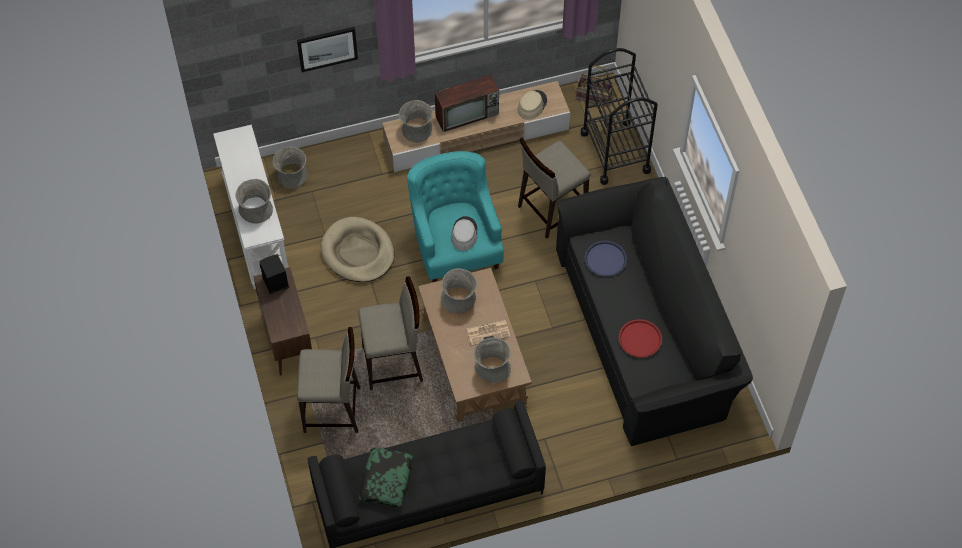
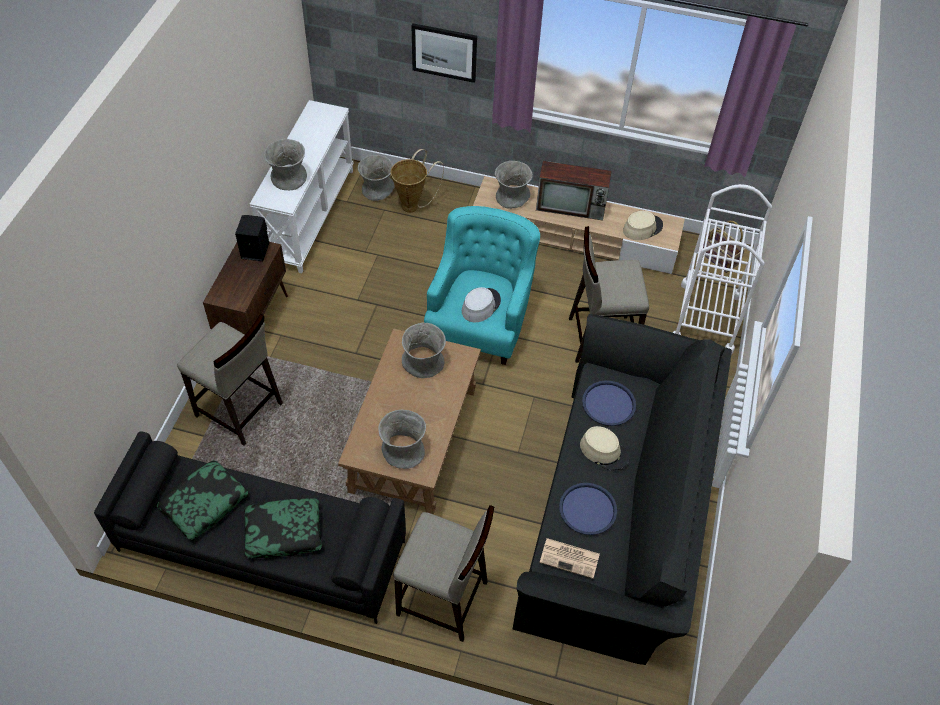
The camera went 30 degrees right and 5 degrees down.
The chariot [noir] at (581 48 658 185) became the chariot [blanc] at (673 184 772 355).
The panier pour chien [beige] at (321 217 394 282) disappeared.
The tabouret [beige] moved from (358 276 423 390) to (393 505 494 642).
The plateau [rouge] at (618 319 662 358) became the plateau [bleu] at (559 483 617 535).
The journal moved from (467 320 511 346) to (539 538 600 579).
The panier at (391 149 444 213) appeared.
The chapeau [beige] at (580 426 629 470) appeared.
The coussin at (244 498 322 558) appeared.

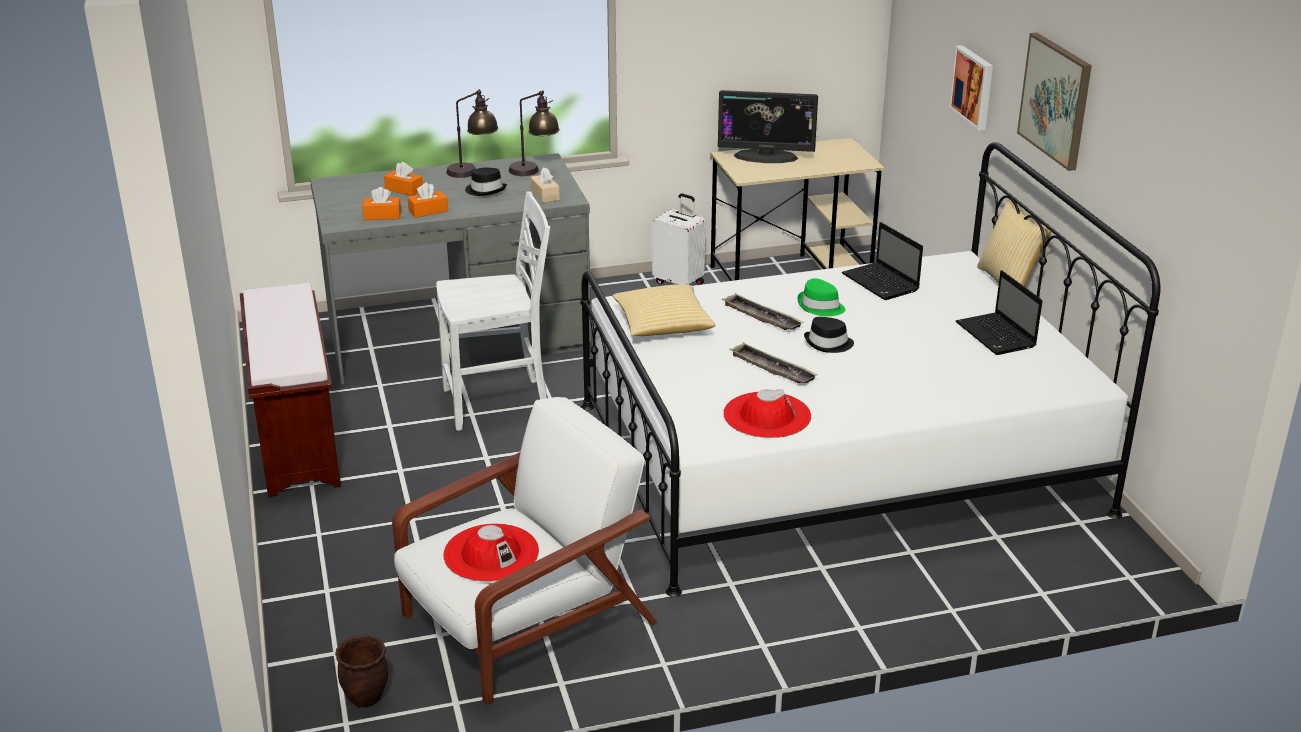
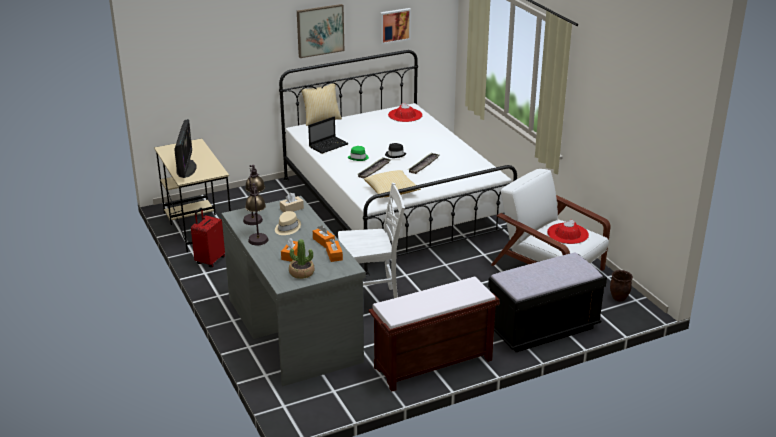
The camera went 100 degrees left and 0 degrees up.
The tableau moved from (949 45 993 131) to (380 8 411 44).
The chapeau [noir] at (465 168 507 196) became the chapeau [beige] at (275 211 301 235).
The chaise [blanc] at (436 192 550 431) turned 105 degrees clockwise.
The valise [blanc] at (652 193 705 285) became the valise [rouge] at (191 208 225 267).
The ordinateur portable at (956 270 1042 355) disappeared.
The chapeau [rouge] moved from (723 389 811 438) to (388 103 423 122).
The plante en pot at (289 239 314 279) appeared.
The banc [noir] at (488 253 607 352) appeared.

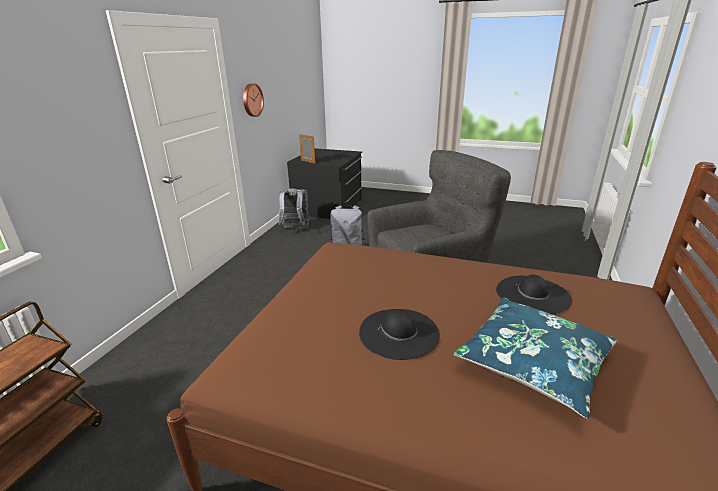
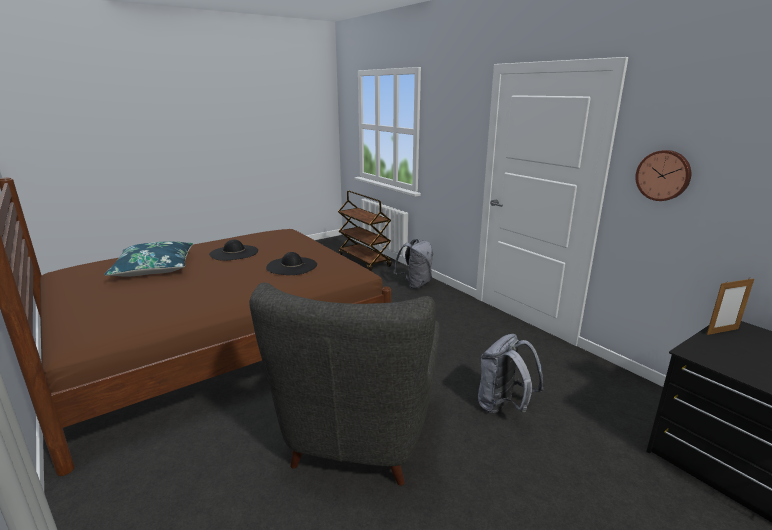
The camera went 125 degrees right and 5 degrees down.
The sac à dos [gris] moved from (279 188 310 229) to (393 239 433 289).
The chapeau [noir] moved from (496 275 572 314) to (266 252 317 275).

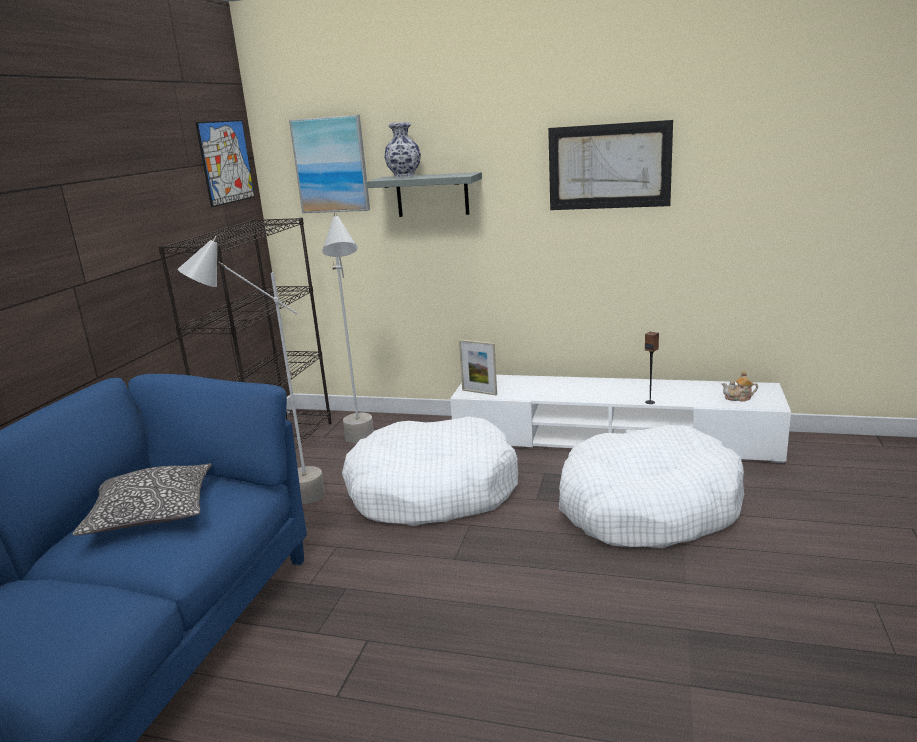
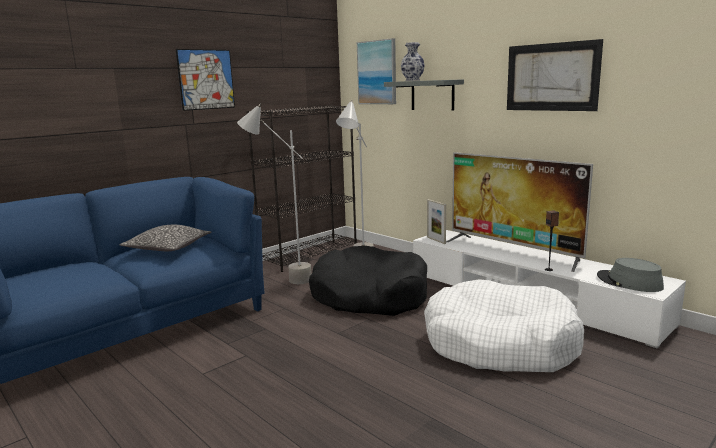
The camera went 30 degrees right and 5 degrees down.
The tableau moved from (195 120 255 207) to (176 49 235 111).
The théière at (722 372 758 402) was replaced by the chapeau [gris] at (597 258 664 292).
The panier pour chien [blanc] at (342 417 518 526) became the panier pour chien [noir] at (309 246 427 316).
The téléviseur at (446 152 593 272) appeared.

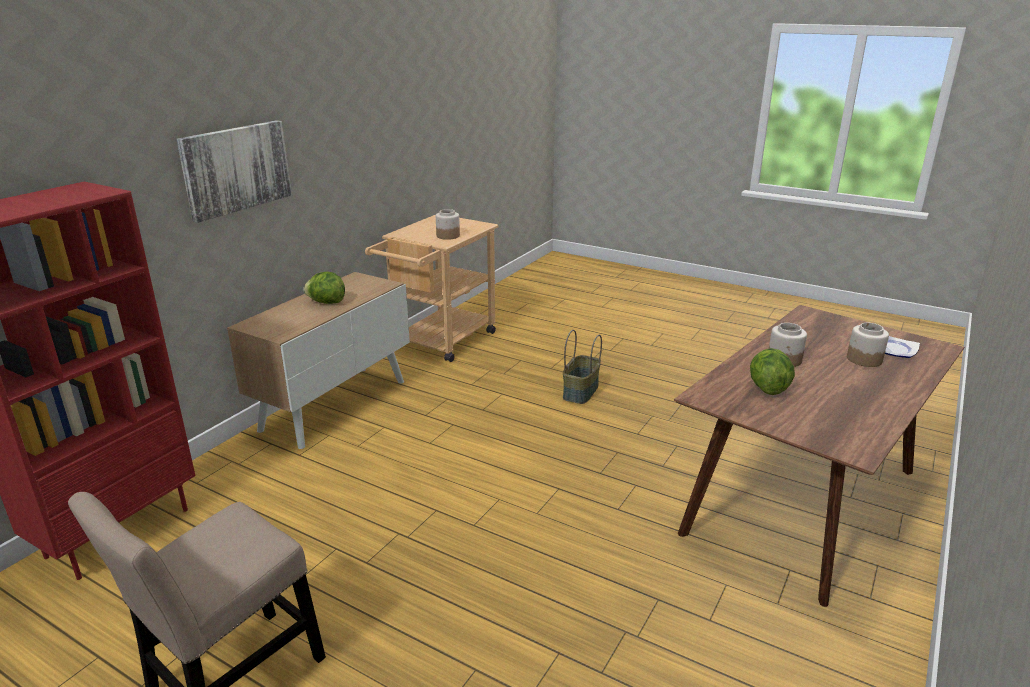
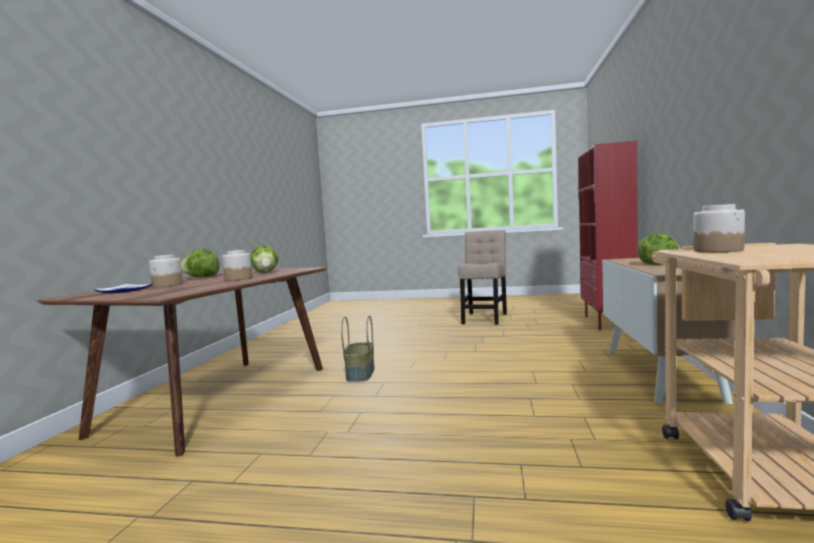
The camera went 160 degrees right and 20 degrees down.
The tableau at (177 120 292 223) disappeared.
The panier moved from (563 330 602 404) to (341 315 374 382).
The laitue at (181 248 219 277) appeared.

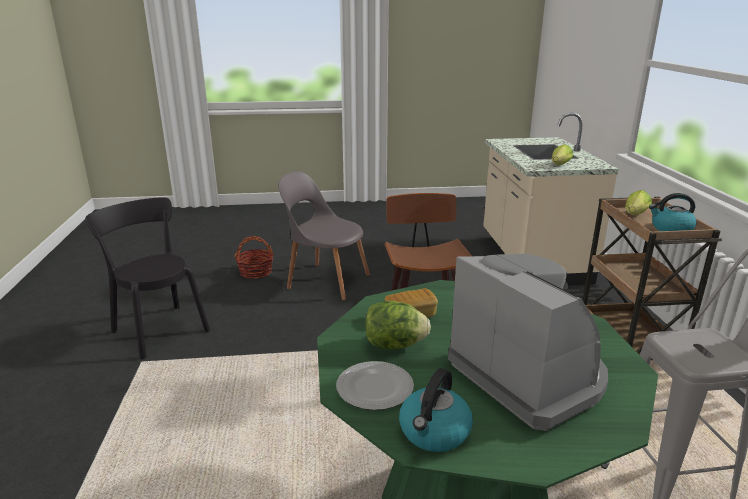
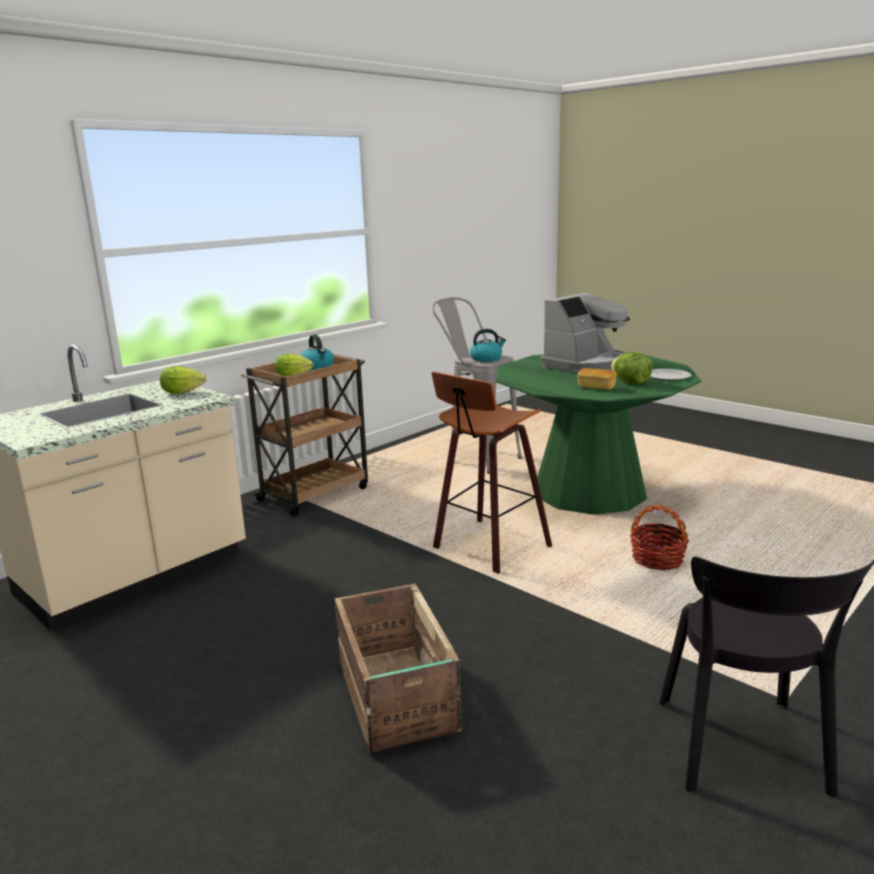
The camera went 130 degrees left and 5 degrees down.
The chaise [gris] at (278 171 370 301) was replaced by the caisse at (335 584 461 754).
The panier moved from (234 236 274 279) to (630 505 689 570).
The machine à café at (448 254 608 431) turned 150 degrees counterclockwise.
The bouilloire moved from (399 368 473 452) to (470 329 506 362).

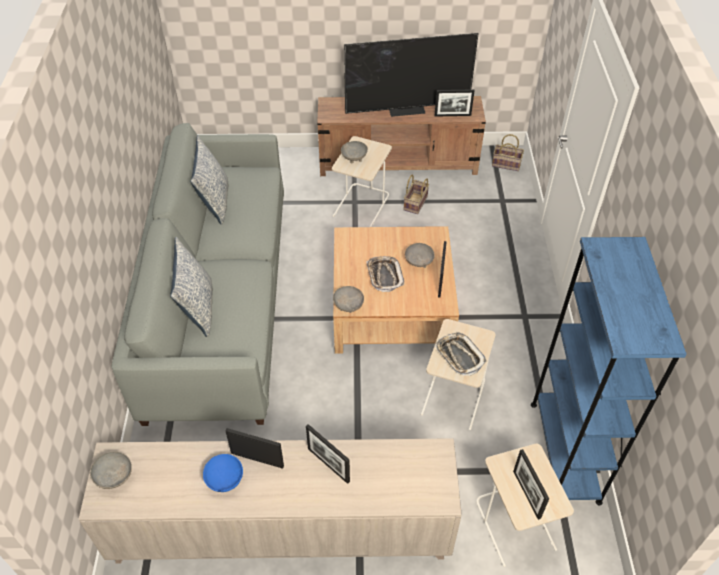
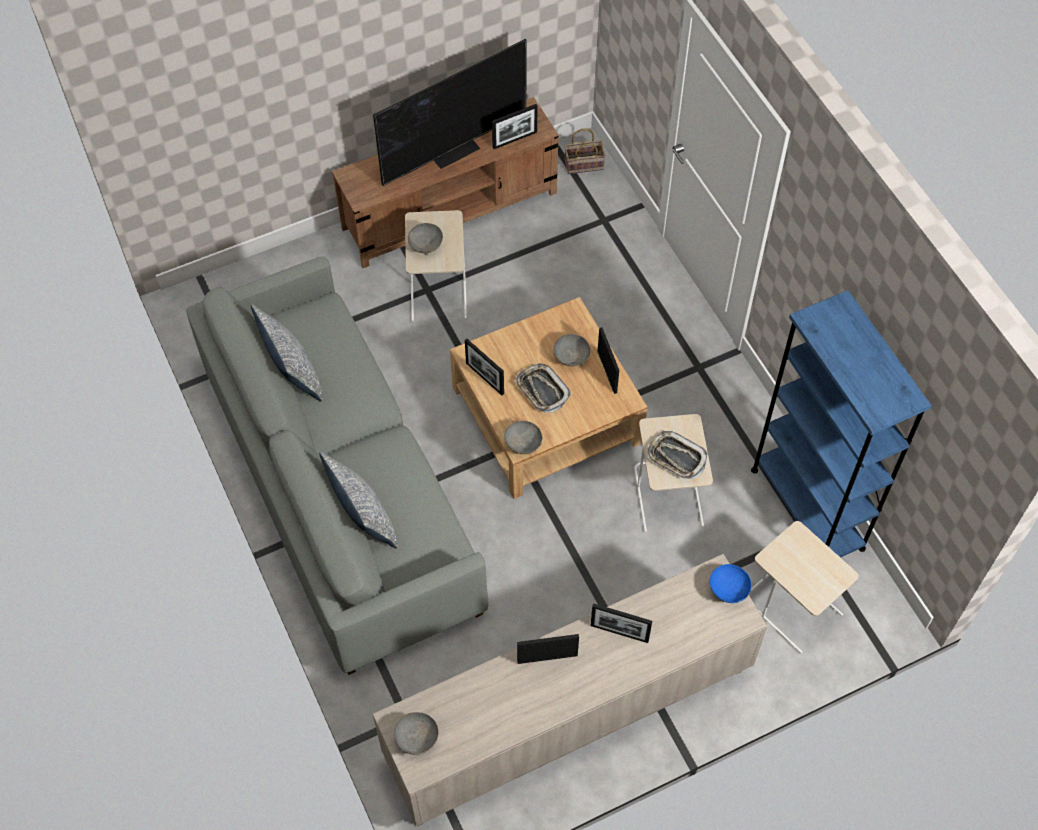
The camera went 25 degrees left and 10 degrees up.
The panier at (404 174 429 214) disappeared.
The cadre photo moved from (513 449 549 520) to (465 339 504 395).
The bol [bleu] moved from (203 454 243 492) to (710 564 751 603).

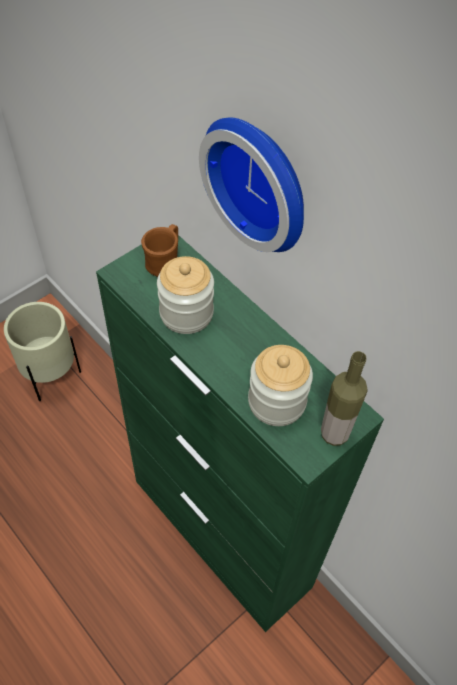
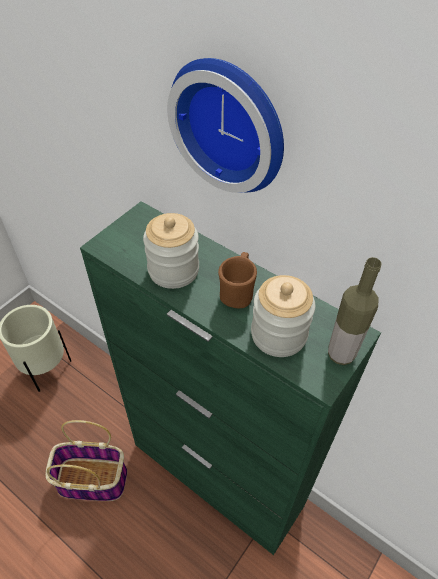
The camera went 10 degrees left and 5 degrees down.
The mug [marron] moved from (141 224 178 277) to (218 252 257 308).
The panier at (45 420 128 501) appeared.

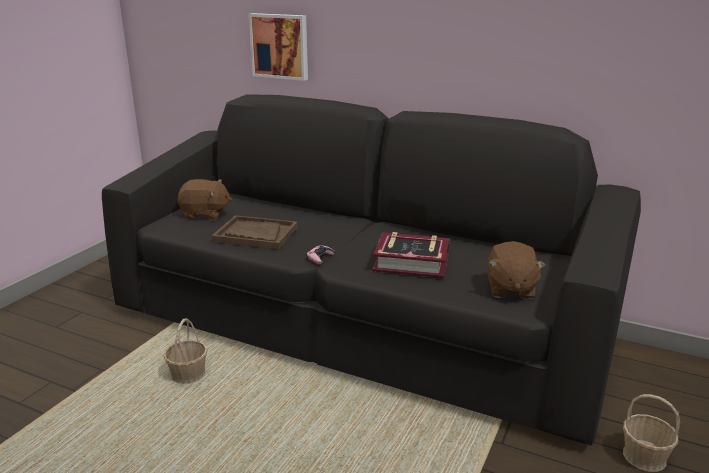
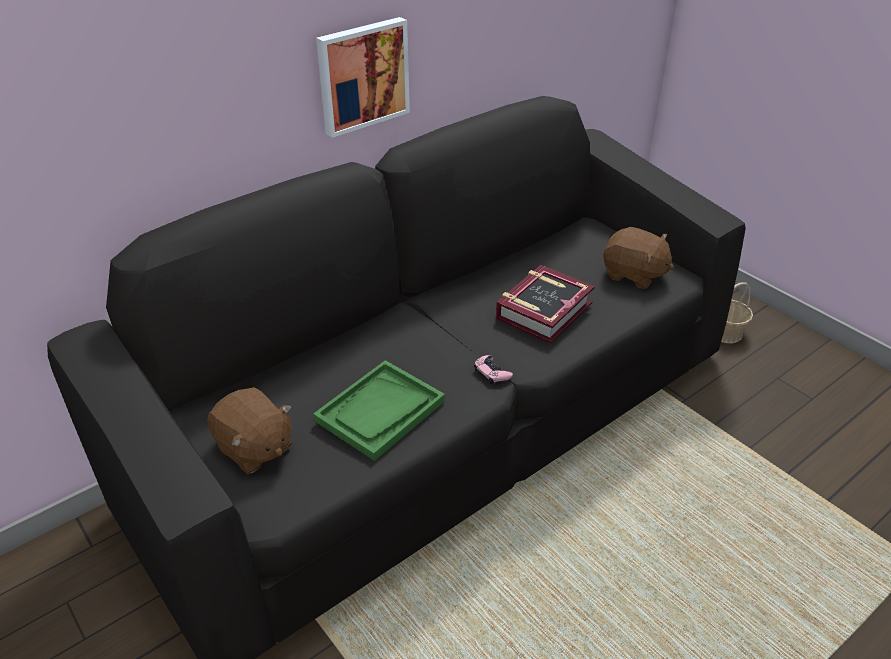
The camera went 65 degrees left and 15 degrees up.
The tableau moved from (249 13 308 81) to (316 17 410 138).
The peluche [marron] at (178 179 232 220) turned 105 degrees clockwise.
The plateau [marron] at (212 215 298 250) became the plateau [vert] at (313 360 445 461).
The panier at (163 318 208 384) disappeared.

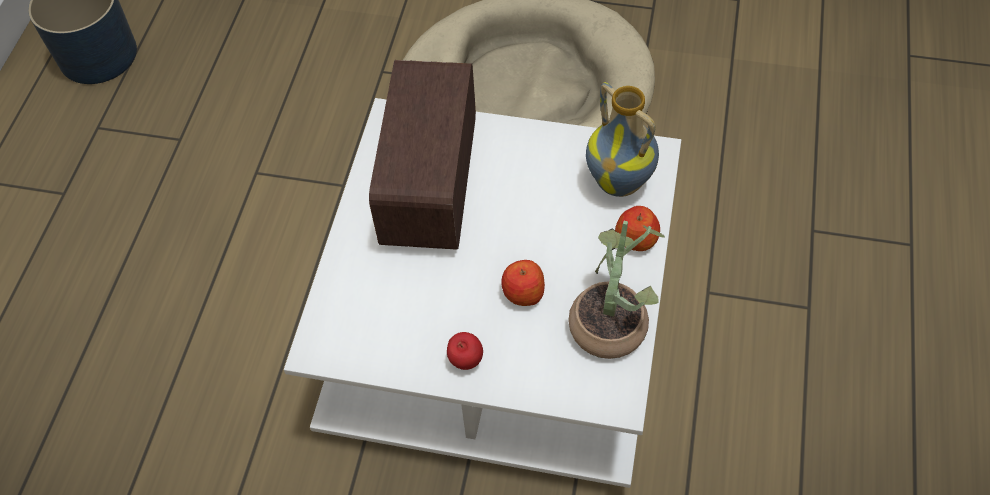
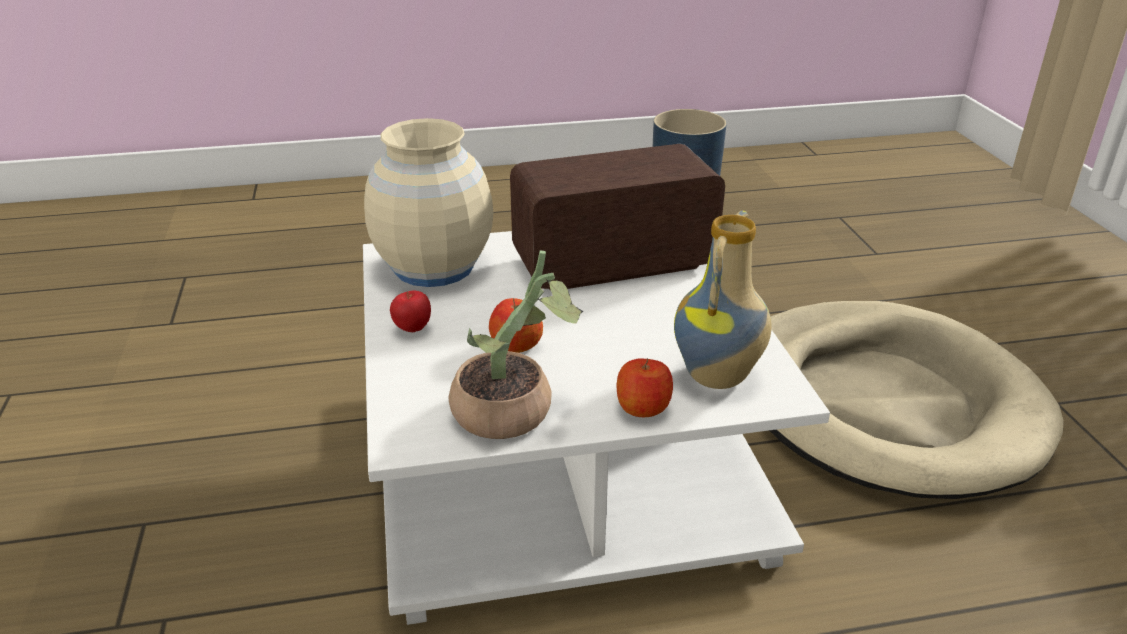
The camera went 65 degrees right and 25 degrees down.
The vase [beige] at (364 118 493 287) appeared.

